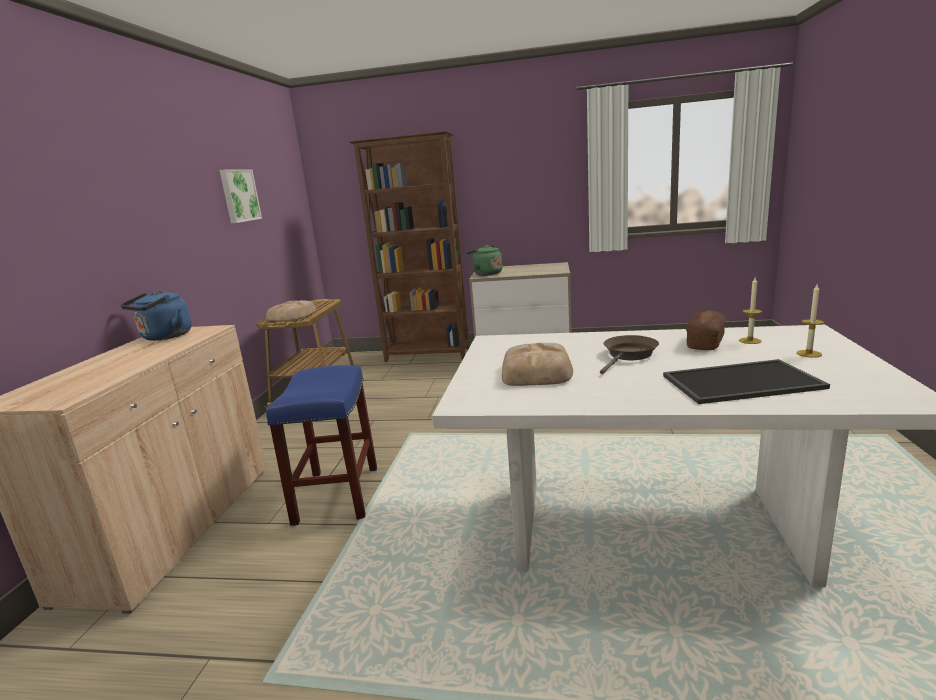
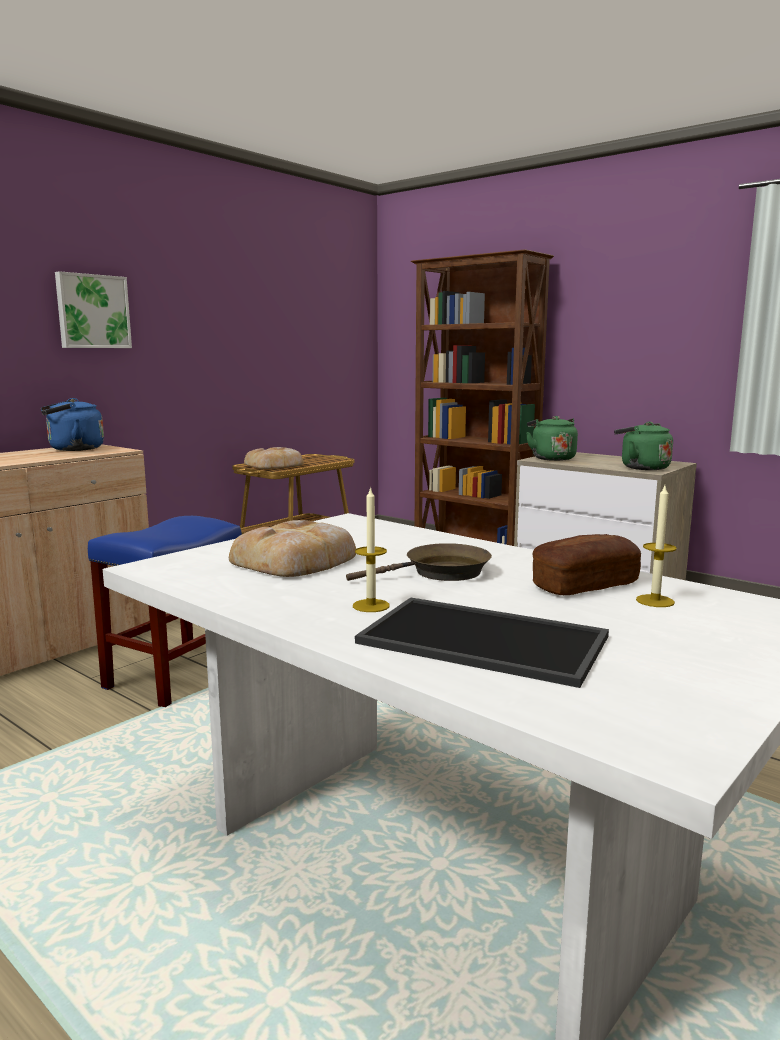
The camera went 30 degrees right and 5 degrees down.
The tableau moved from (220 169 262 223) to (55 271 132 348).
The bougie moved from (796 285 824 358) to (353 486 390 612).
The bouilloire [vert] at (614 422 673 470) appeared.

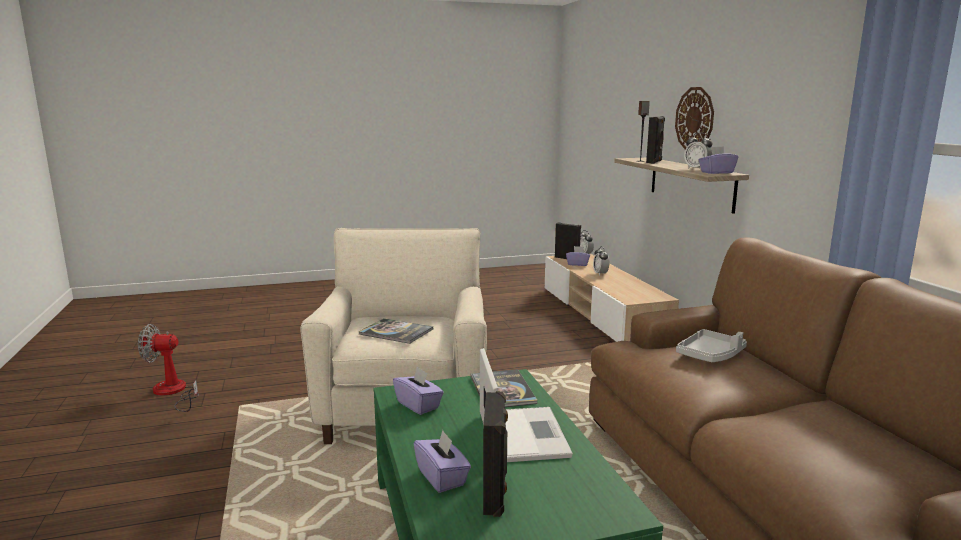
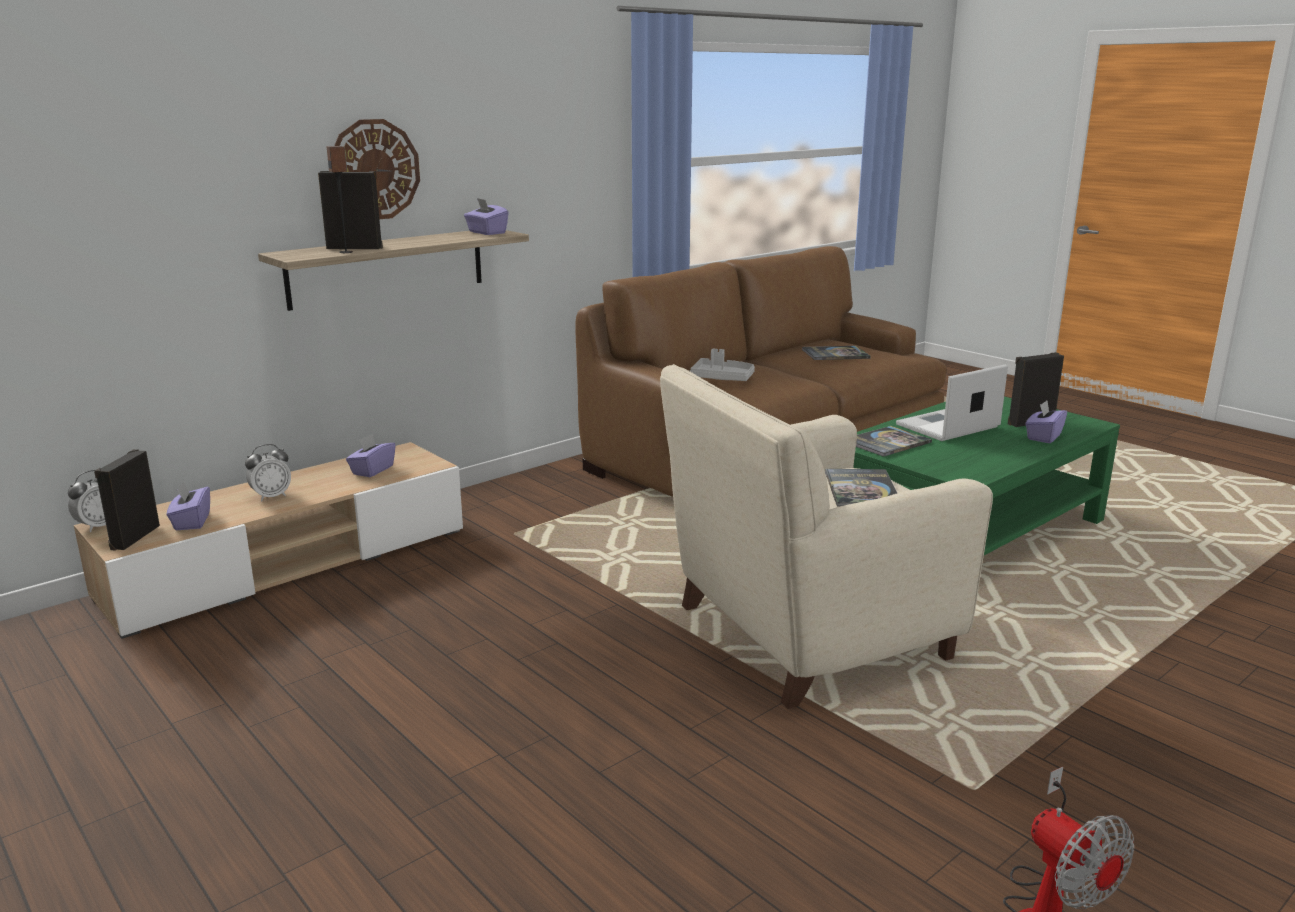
The camera went 115 degrees left and 5 degrees up.
The réveil at (684 133 712 169) disappeared.
The boîte à mouchoirs [violet] moved from (393 367 444 415) to (346 434 396 477).
The livre at (802 346 871 360) appeared.

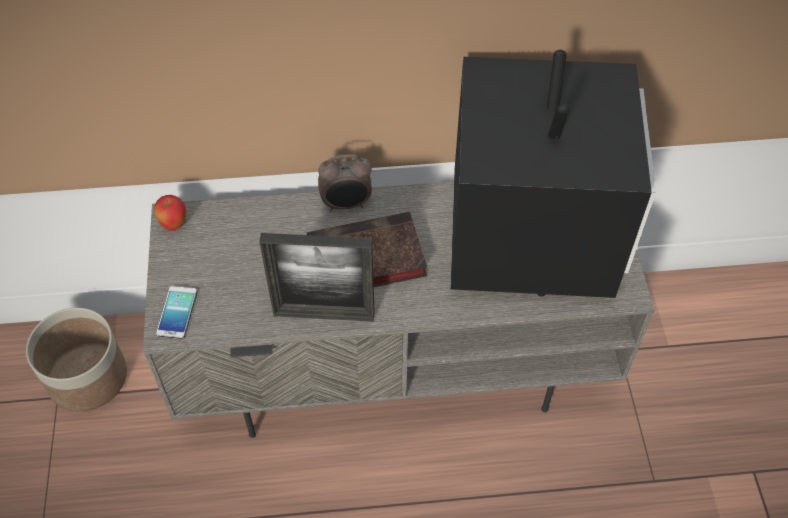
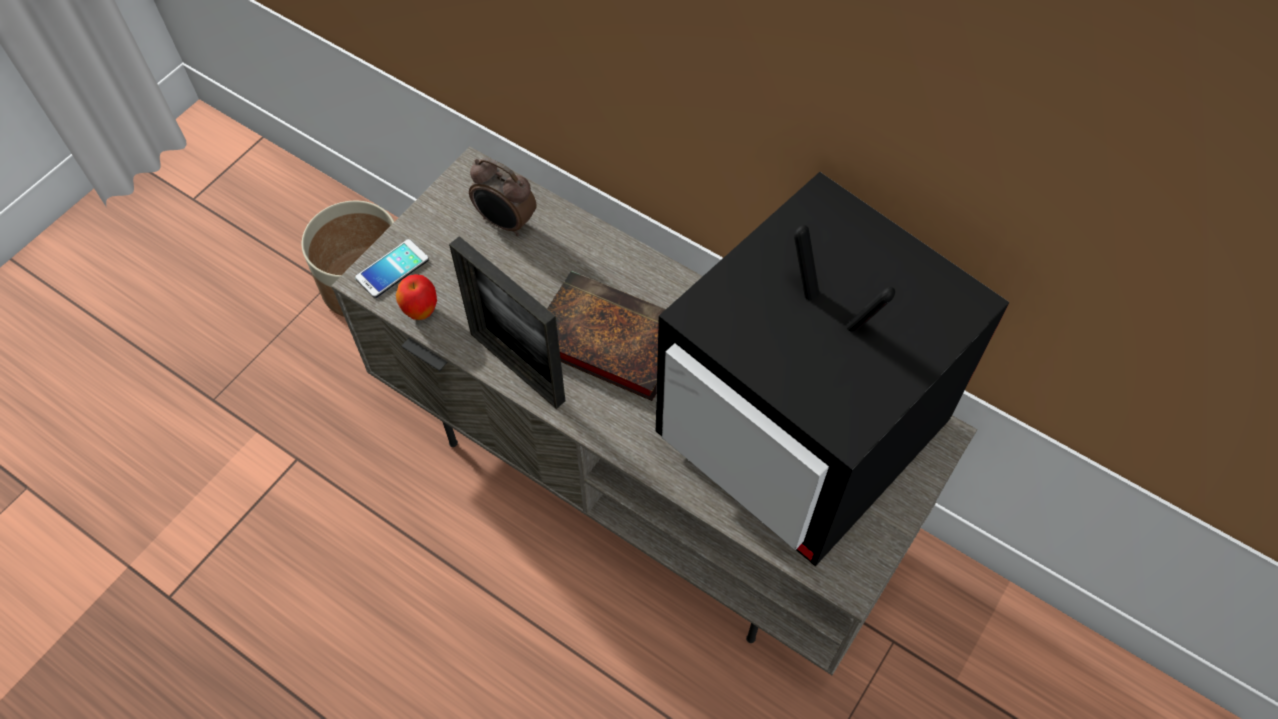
The camera went 40 degrees right and 5 degrees up.
The téléviseur at (451 50 656 298) turned 90 degrees clockwise.
The réveil moved from (318 154 372 212) to (469 158 537 236).
The pomme moved from (154 195 186 231) to (396 274 437 320).

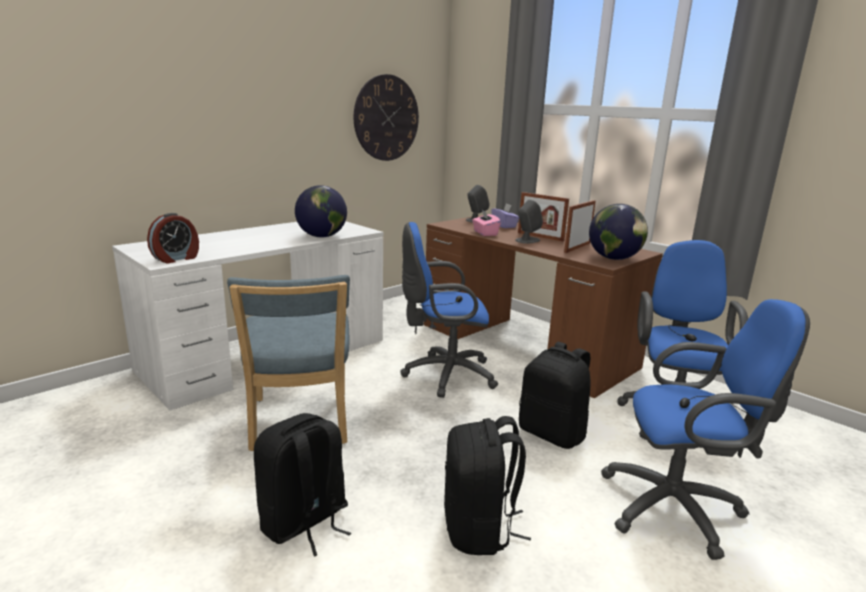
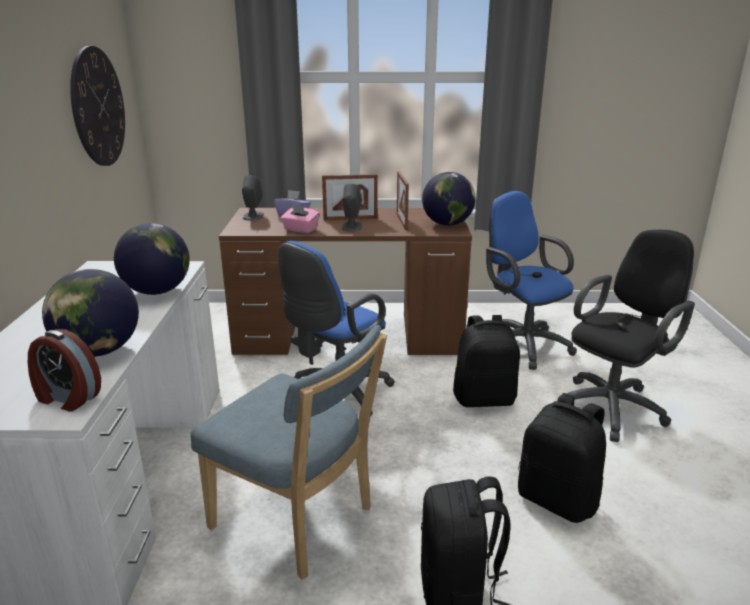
The camera went 45 degrees left and 5 degrees up.
The réveil at (147 213 199 264) turned 120 degrees clockwise.
The chaise de bureau [bleu] at (601 299 810 560) became the chaise de bureau [noir] at (553 230 695 442).
The globe at (42 269 139 357) appeared.

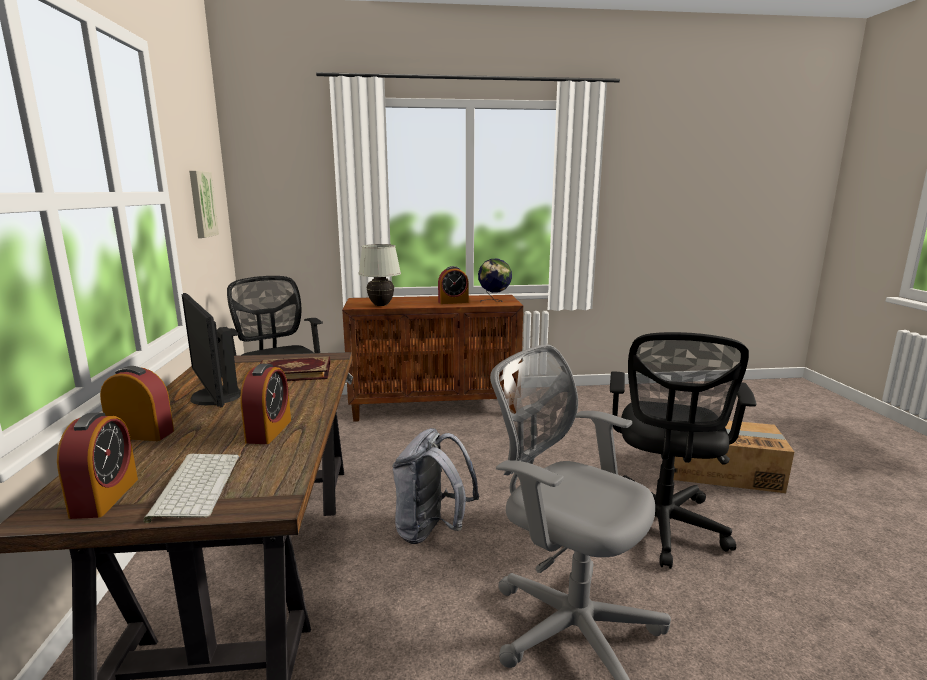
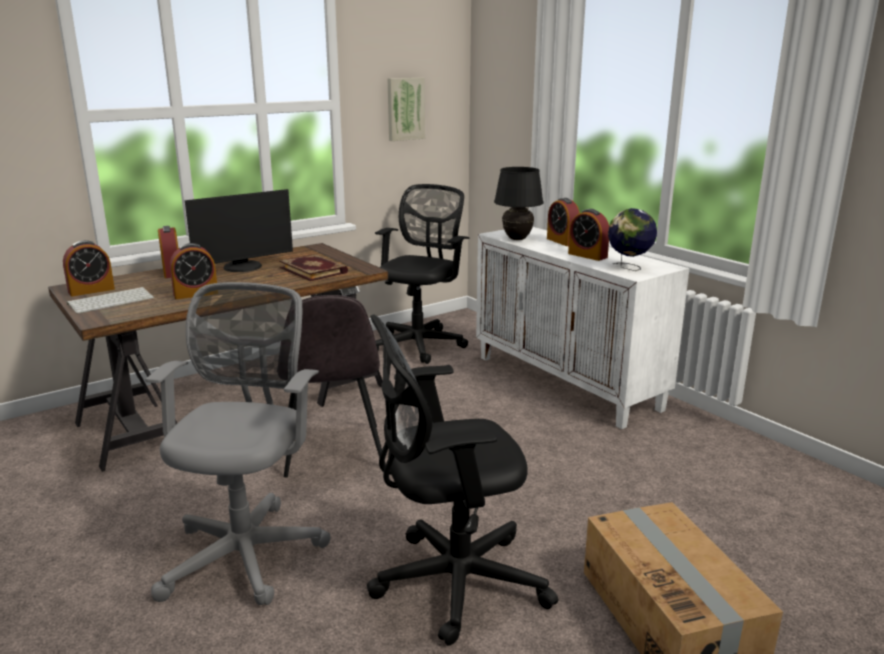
The camera went 60 degrees right and 5 degrees up.
The lampe de table [blanc] at (358 244 401 306) became the lampe de table [noir] at (494 167 543 240).
The écran d'ordinateur at (182 293 241 408) turned 150 degrees counterclockwise.
The meuble de rangement [marron] at (342 295 523 422) became the meuble de rangement [blanc] at (476 227 690 429).
The sac à dos [gris] at (392 428 479 544) was replaced by the chaise [gris] at (284 295 386 478).
The réveil at (547 198 580 246) appeared.

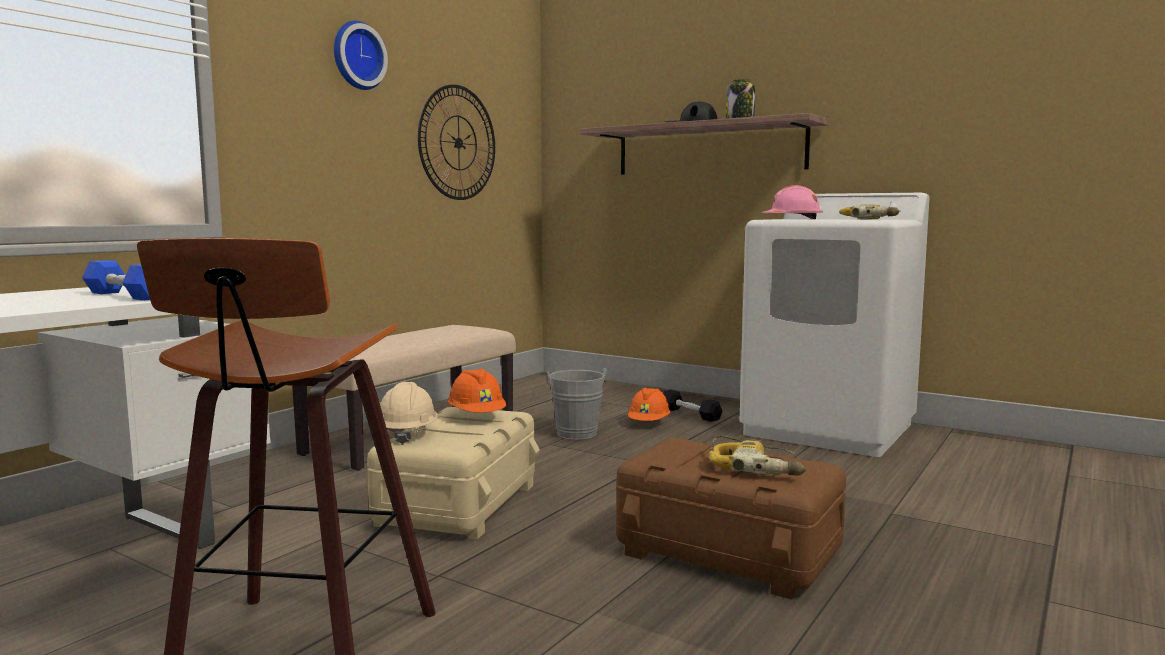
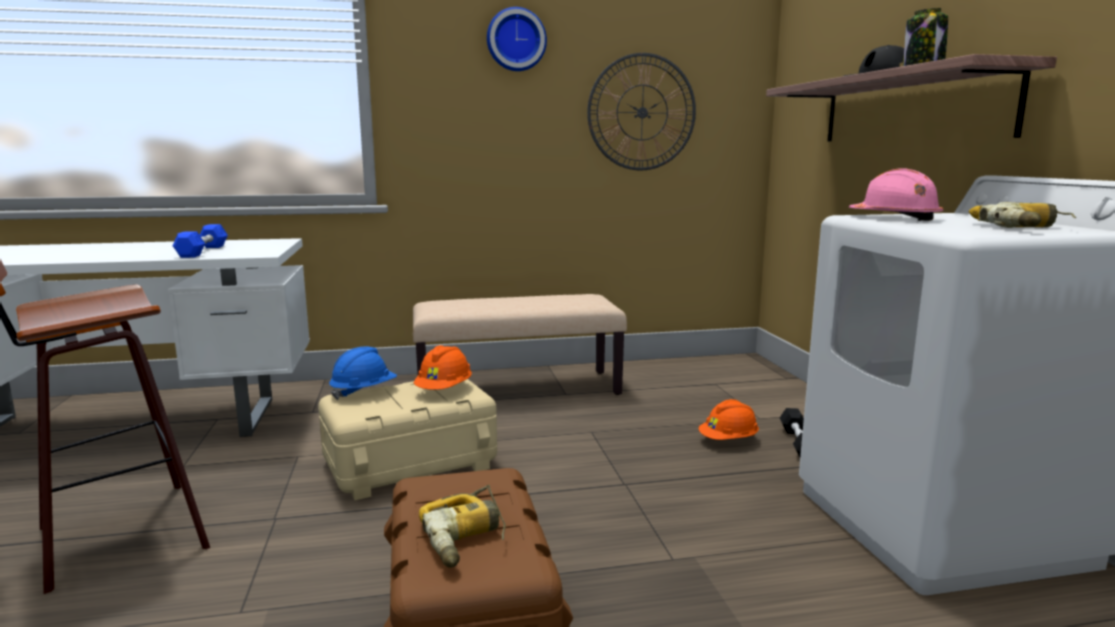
The camera went 45 degrees right and 5 degrees up.
The seau [gris] at (547 368 607 440) disappeared.
The casque de chantier [beige] at (380 382 437 445) became the casque de chantier [bleu] at (329 347 397 400).

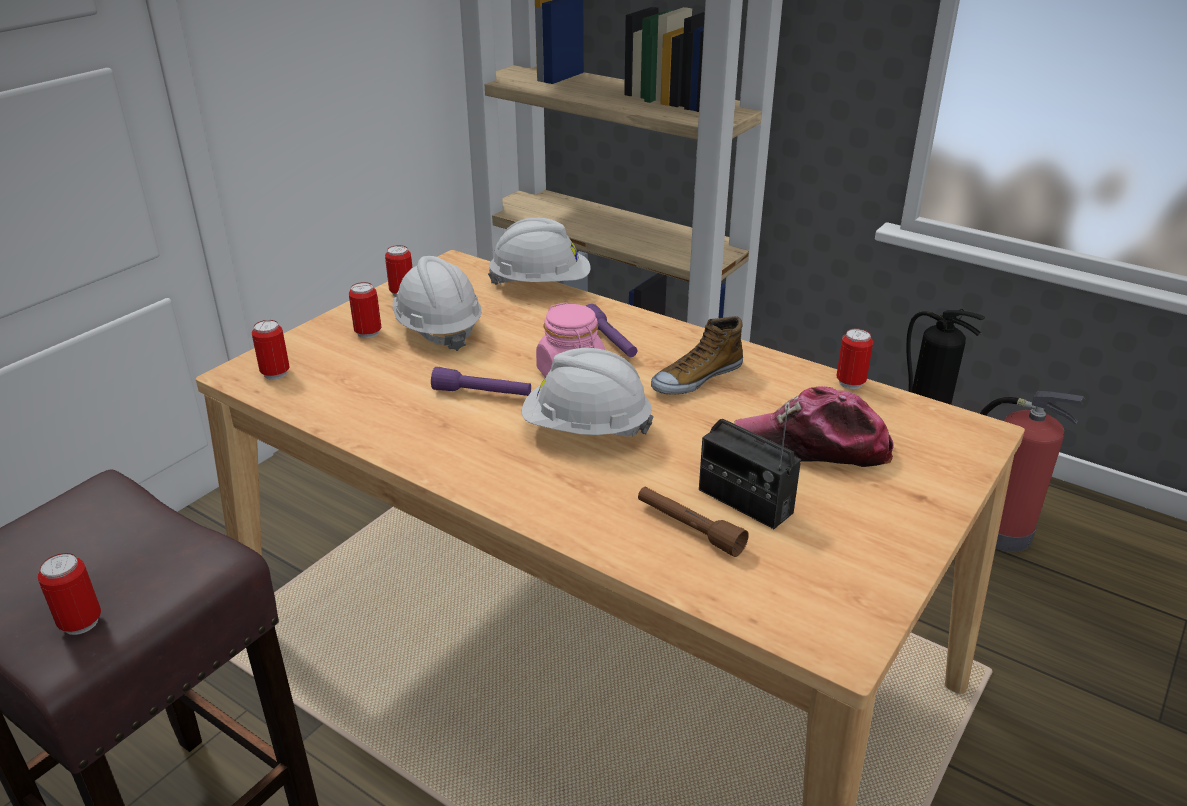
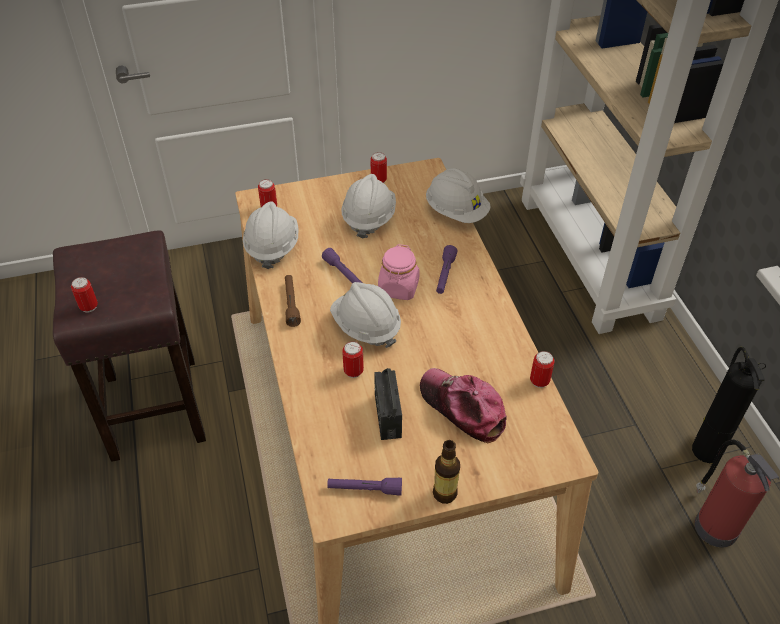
The camera went 40 degrees right and 15 degrees up.
The boîte métallique moved from (349 282 381 338) to (342 341 364 378).
The chaussure at (651 316 743 395) disappeared.
The lampe de poche [marron] moved from (638 487 749 557) to (285 275 301 327).
The casque de chantier [blanc] at (243 201 298 269) appeared.
The bouteille at (433 440 460 504) appeared.
The lampe de poche [violet] at (327 478 402 496) appeared.

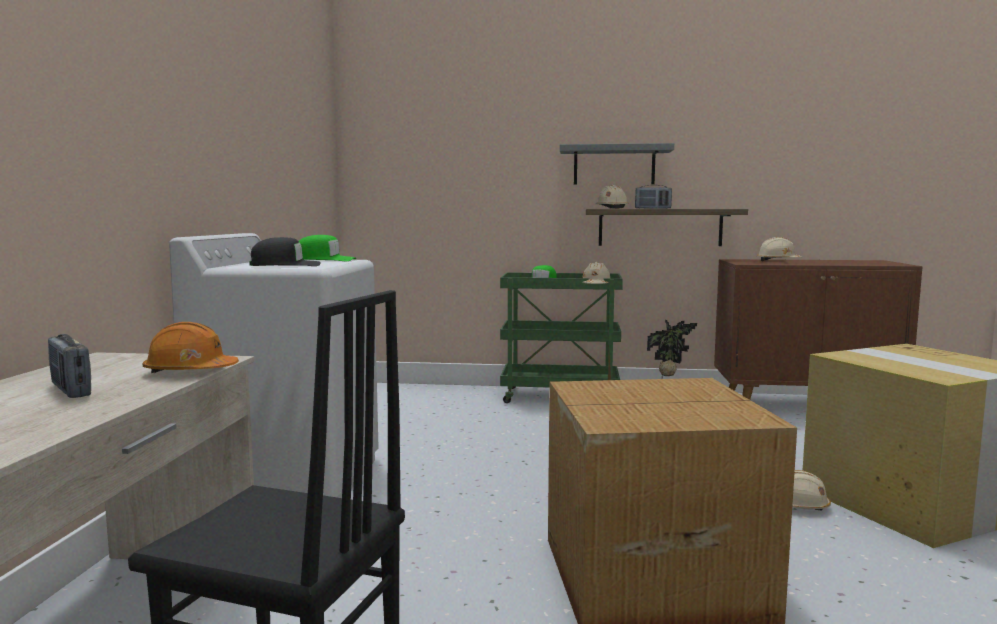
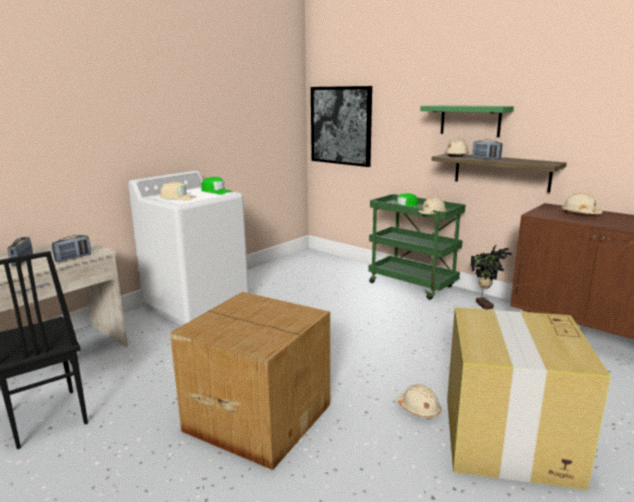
The camera went 35 degrees right and 10 degrees up.
The étagère [gris] at (560 143 674 185) became the étagère [vert] at (420 105 514 137).
The casquette [noir] at (250 237 321 266) became the casquette [beige] at (160 182 196 200).
The casque de chantier [orange] at (143 322 239 373) was replaced by the radio at (52 235 91 262).
The tableau at (311 86 372 167) appeared.

